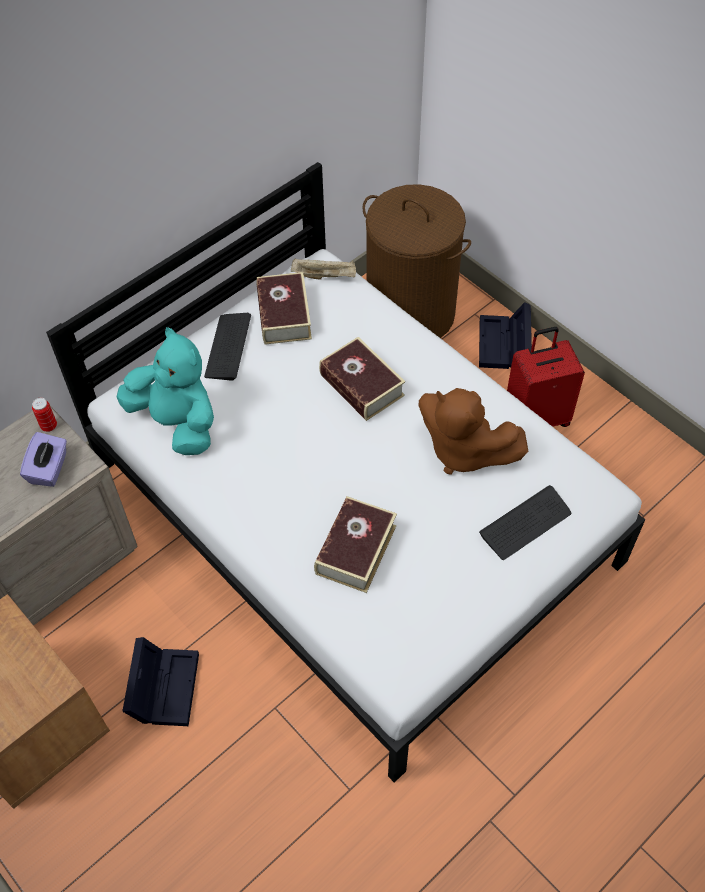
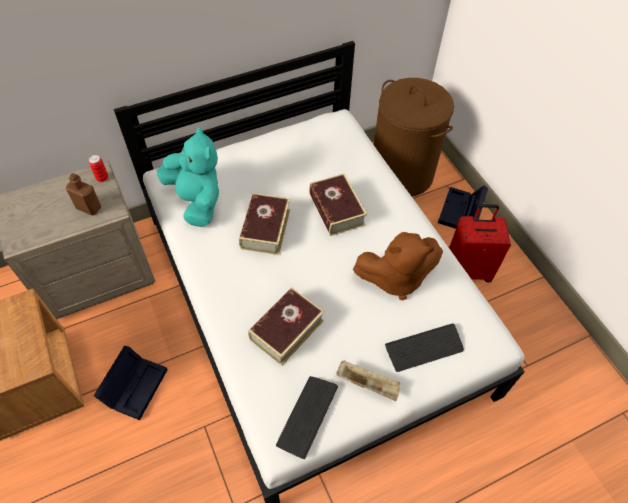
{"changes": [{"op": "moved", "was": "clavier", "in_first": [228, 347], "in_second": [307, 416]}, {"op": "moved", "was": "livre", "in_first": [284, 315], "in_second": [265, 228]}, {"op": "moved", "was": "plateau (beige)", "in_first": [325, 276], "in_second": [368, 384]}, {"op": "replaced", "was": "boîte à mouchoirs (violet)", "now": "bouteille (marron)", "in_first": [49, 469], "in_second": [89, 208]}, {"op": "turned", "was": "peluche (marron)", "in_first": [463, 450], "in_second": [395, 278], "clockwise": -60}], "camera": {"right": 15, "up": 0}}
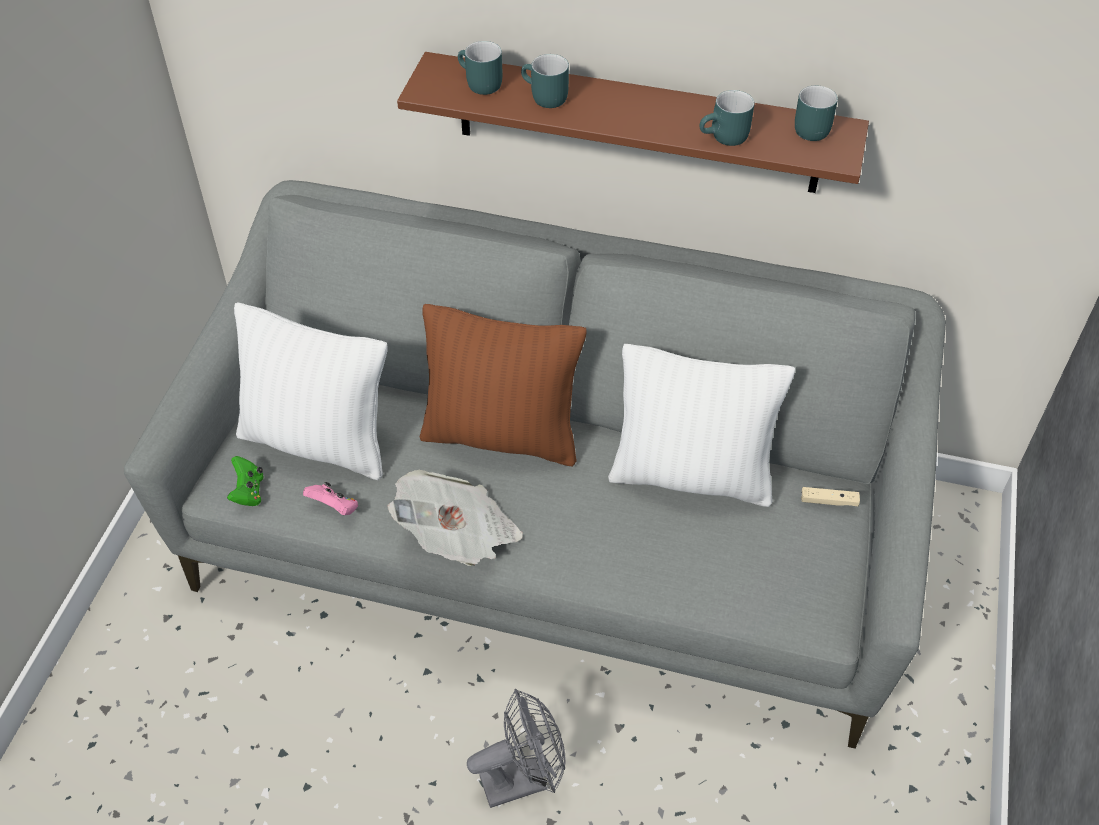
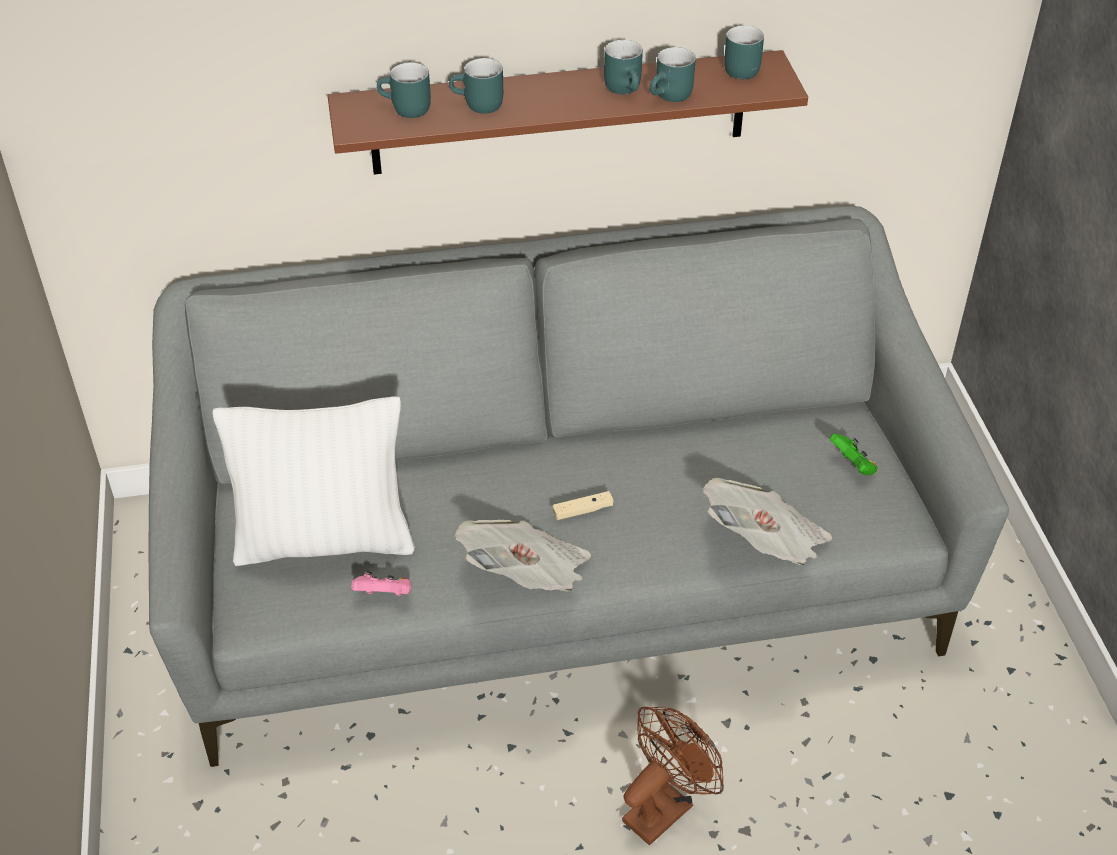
{"changes": [{"op": "removed", "was": "coussin (marron)", "in_first": [502, 436]}, {"op": "removed", "was": "coussin (blanc)", "in_first": [691, 476]}, {"op": "added", "now": "mug (turquoise)", "in_second": [627, 88]}, {"op": "added", "now": "journal", "in_second": [765, 544]}, {"op": "moved", "was": "manette (vert)", "in_first": [248, 492], "in_second": [853, 466]}, {"op": "moved", "was": "manette (beige)", "in_first": [829, 501], "in_second": [582, 511]}, {"op": "recoloured", "was": "ventilateur (gris)", "now": "ventilateur (marron)", "in_first": [523, 779], "in_second": [664, 806]}], "camera": {"right": -25, "up": -5}}
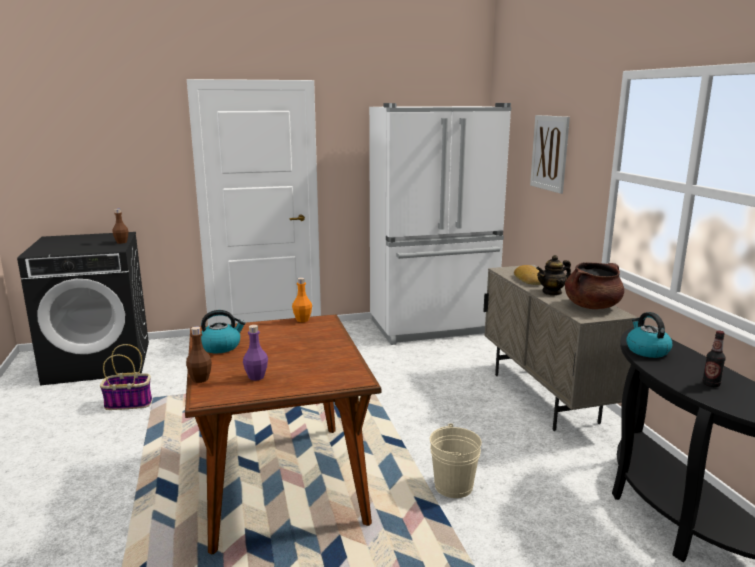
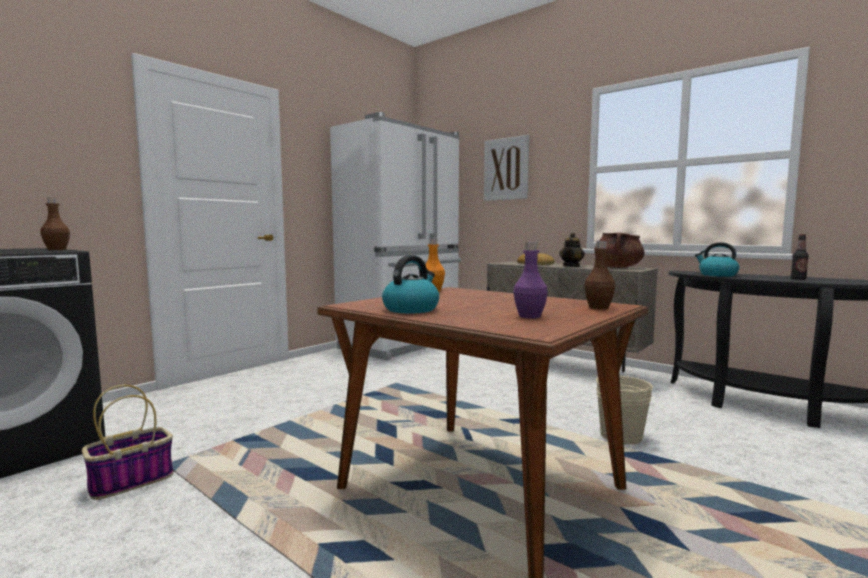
{"changes": [{"op": "moved", "was": "bouteille (marron)", "in_first": [200, 379], "in_second": [598, 307]}], "camera": {"right": -35, "up": -10}}
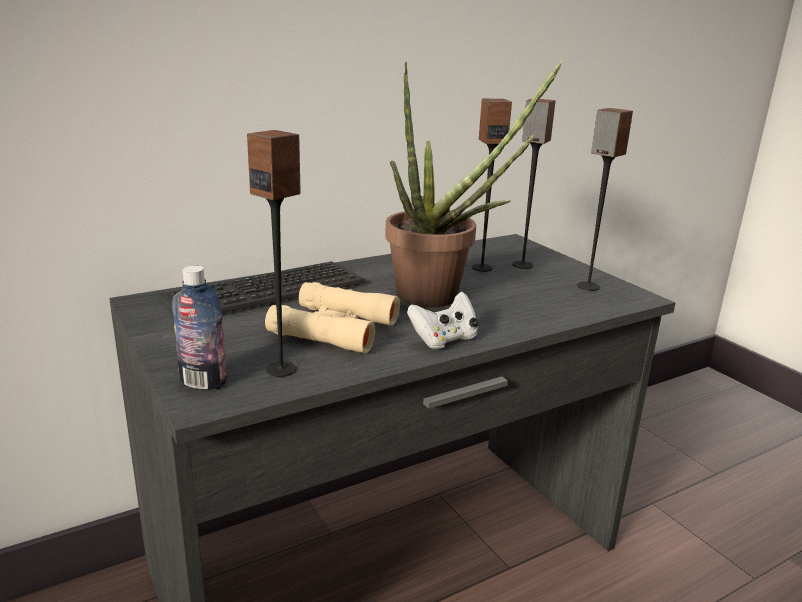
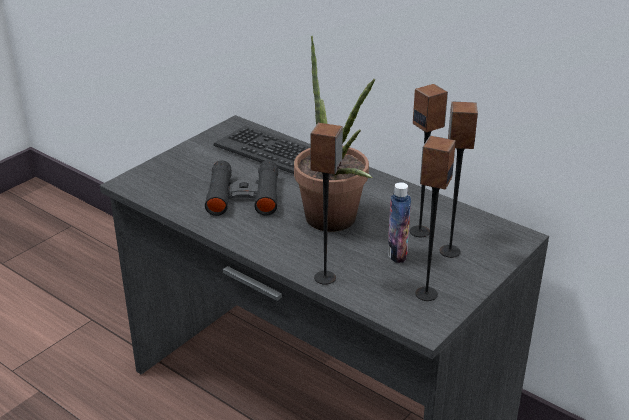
{"changes": [{"op": "removed", "was": "manette (blanc)", "in_first": [444, 340]}, {"op": "moved", "was": "bouteille", "in_first": [203, 382], "in_second": [397, 254]}, {"op": "moved", "was": "enceinte", "in_first": [281, 369], "in_second": [325, 278]}, {"op": "recoloured", "was": "jumelles (beige)", "now": "jumelles (noir)", "in_first": [334, 328], "in_second": [243, 195]}], "camera": {"right": 70, "up": 10}}
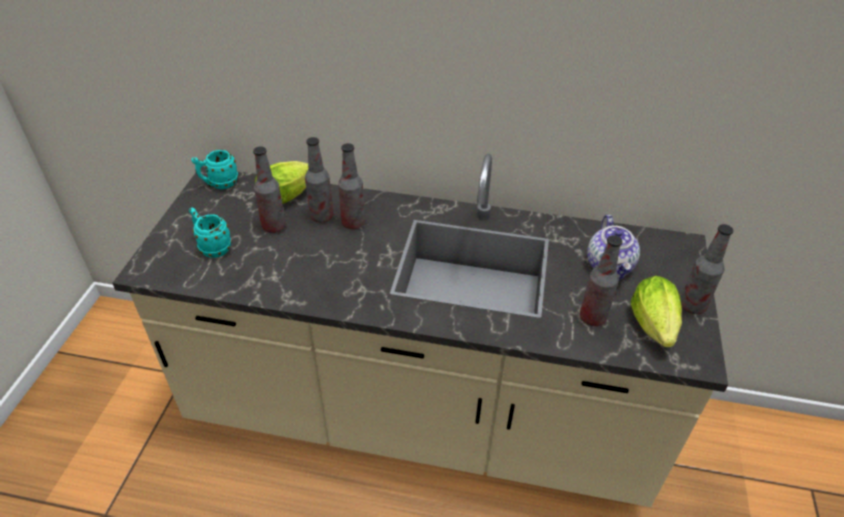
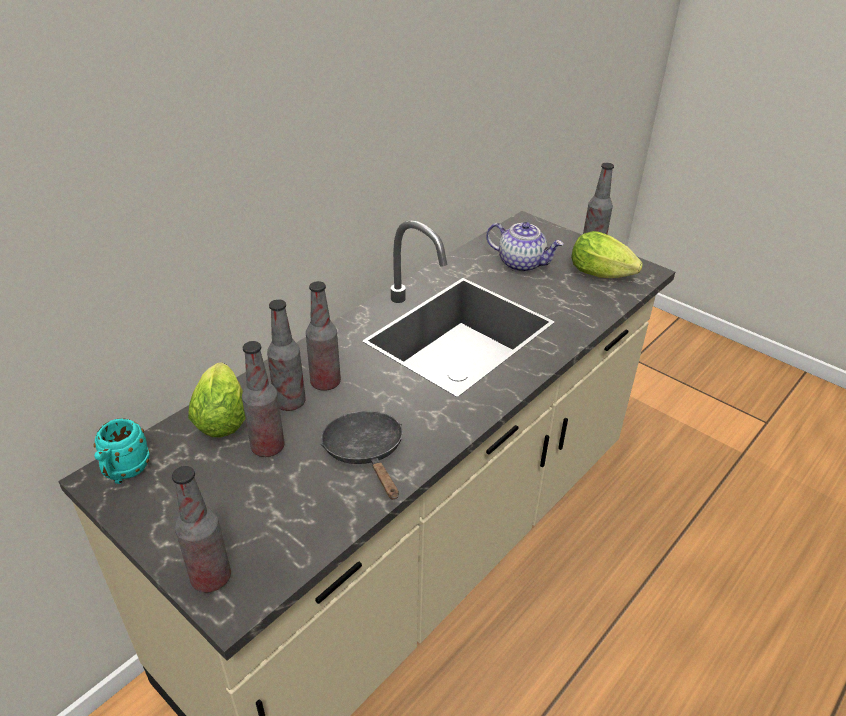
{"changes": [{"op": "removed", "was": "mug (turquoise)", "in_first": [212, 247]}, {"op": "added", "now": "poêle (noir)", "in_second": [366, 453]}, {"op": "moved", "was": "bouteille", "in_first": [592, 317], "in_second": [211, 577]}], "camera": {"right": -60, "up": -5}}
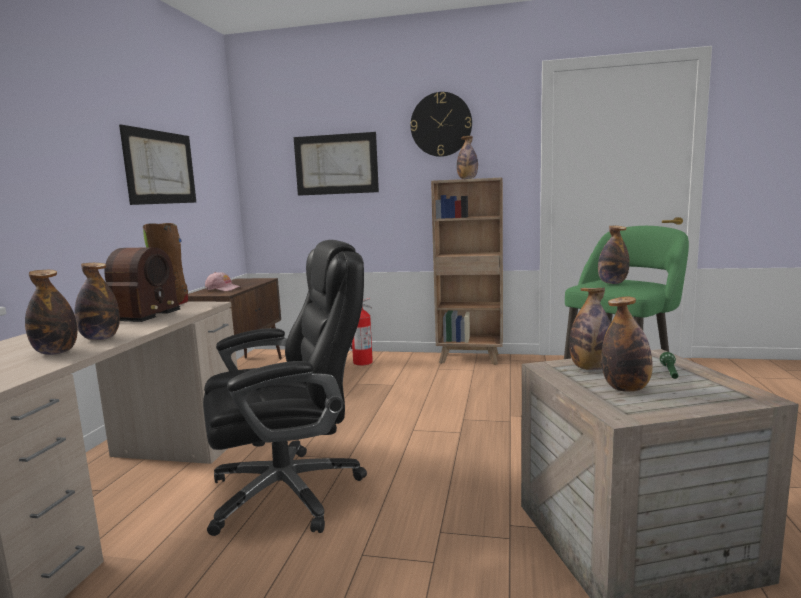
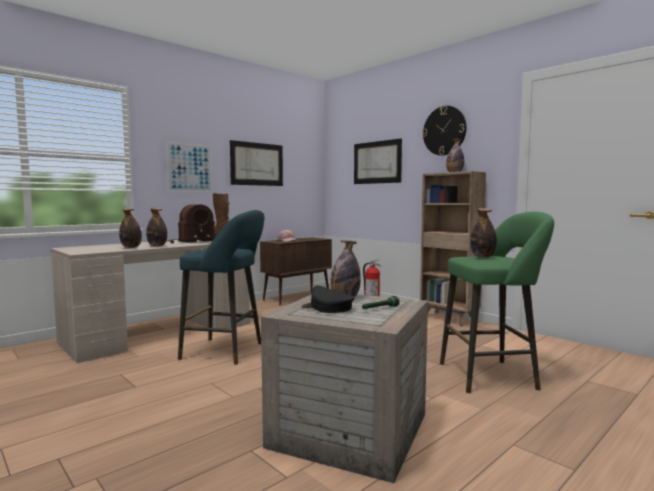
{"changes": [{"op": "added", "now": "tableau", "in_second": [190, 167]}, {"op": "replaced", "was": "chaise de bureau (noir)", "now": "tabouret (turquoise)", "in_first": [290, 491], "in_second": [226, 351]}, {"op": "replaced", "was": "bouteille", "now": "casquette (noir)", "in_first": [626, 388], "in_second": [327, 308]}], "camera": {"right": 35, "up": -5}}
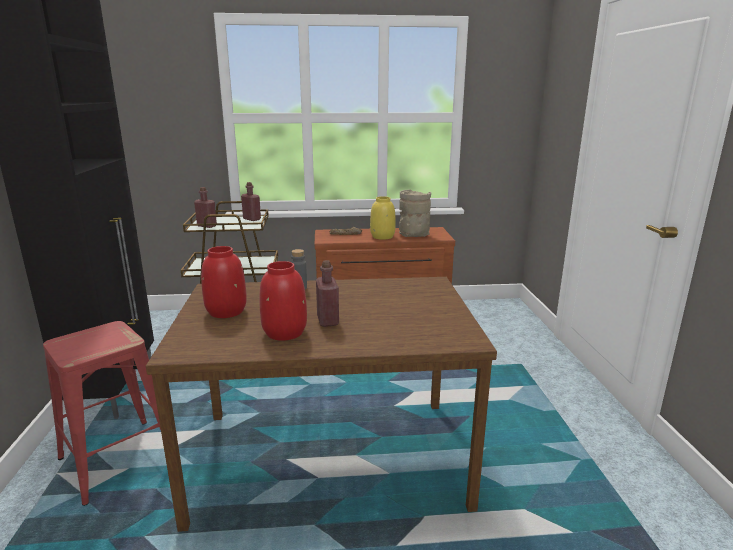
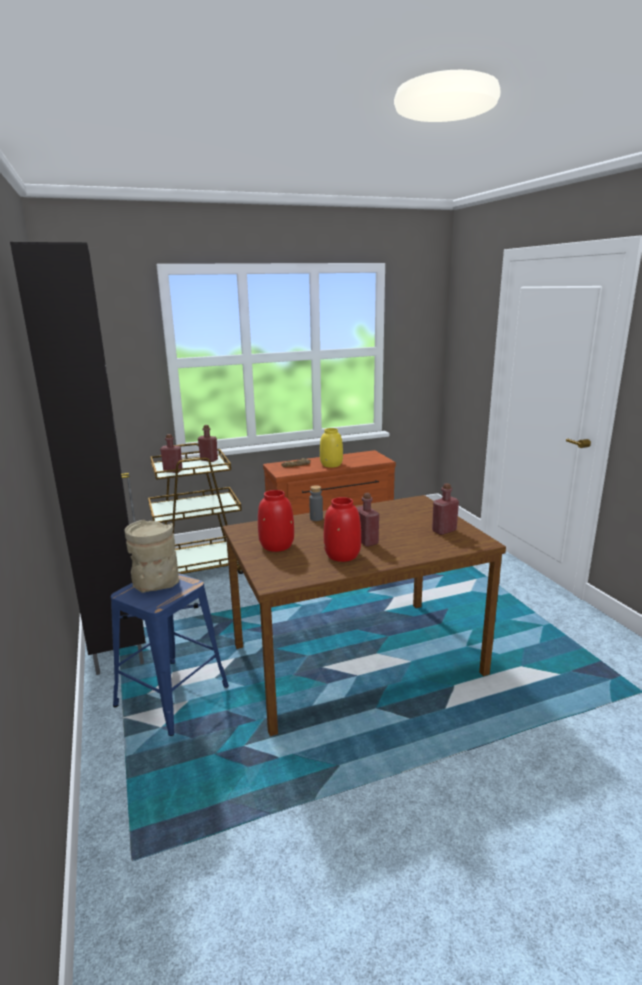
{"changes": [{"op": "added", "now": "bouteille (rouge)", "in_second": [444, 531]}, {"op": "moved", "was": "vase (beige)", "in_first": [413, 235], "in_second": [155, 586]}, {"op": "recoloured", "was": "tabouret (rouge)", "now": "tabouret (bleu)", "in_first": [117, 459], "in_second": [171, 695]}], "camera": {"right": -15, "up": 0}}
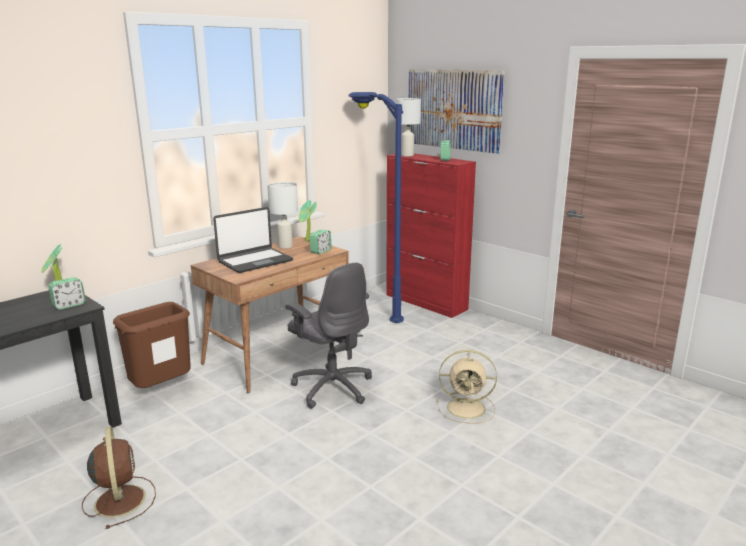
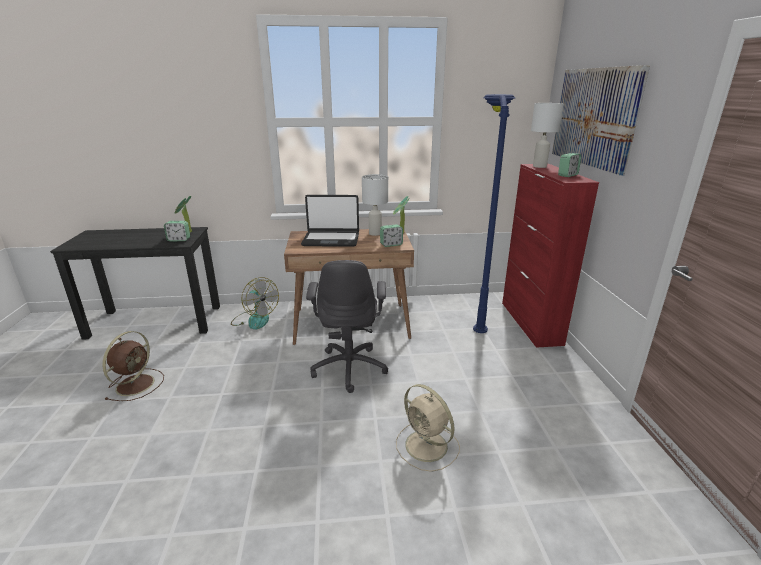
{"changes": [{"op": "replaced", "was": "poubelle (marron)", "now": "ventilateur", "in_first": [162, 389], "in_second": [255, 319]}], "camera": {"right": 40, "up": 5}}
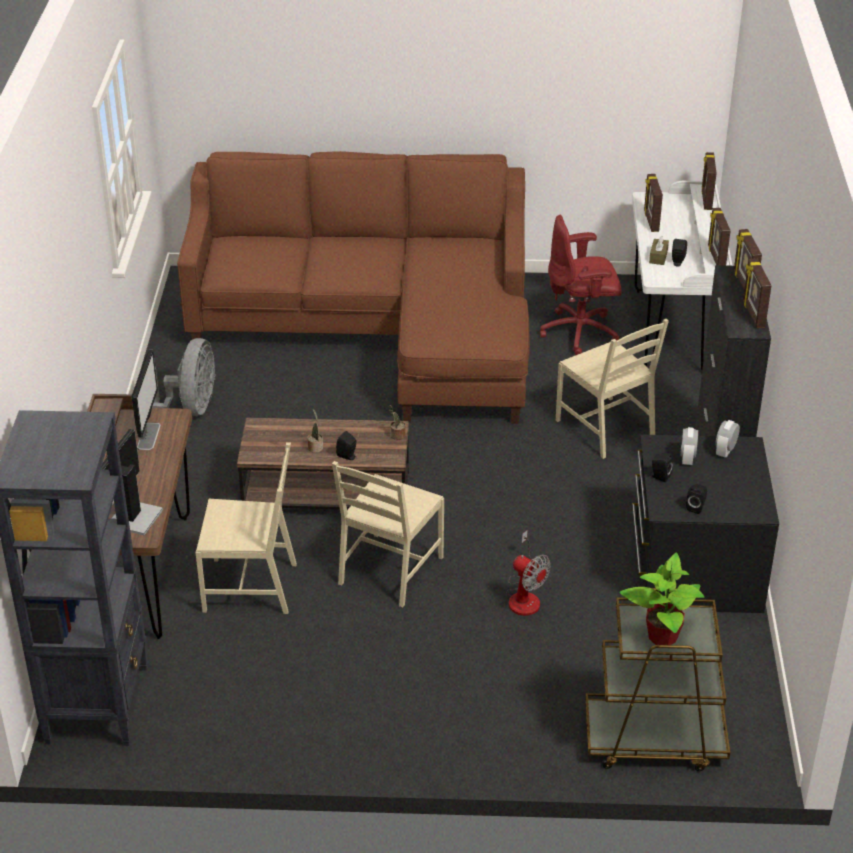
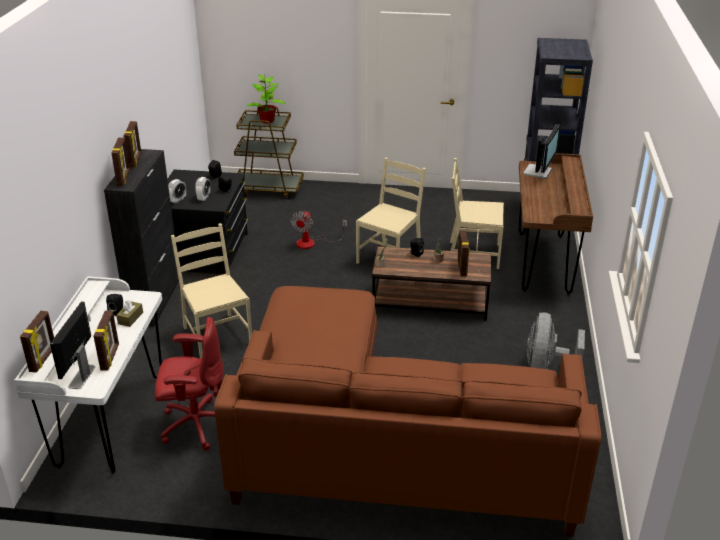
{"changes": [{"op": "moved", "was": "écran d'ordinateur", "in_first": [149, 436], "in_second": [81, 376]}, {"op": "moved", "was": "cadre photo", "in_first": [716, 257], "in_second": [462, 267]}, {"op": "turned", "was": "ventilateur", "in_first": [524, 596], "in_second": [312, 243], "clockwise": -120}], "camera": {"right": -175, "up": -5}}
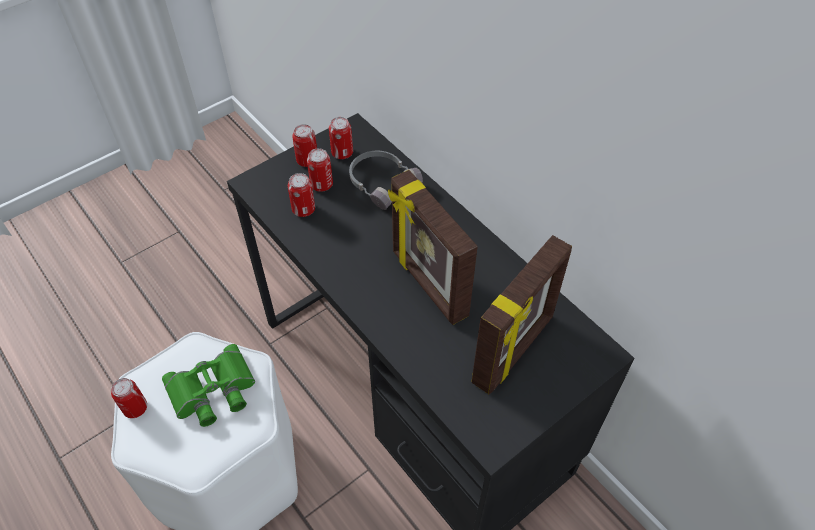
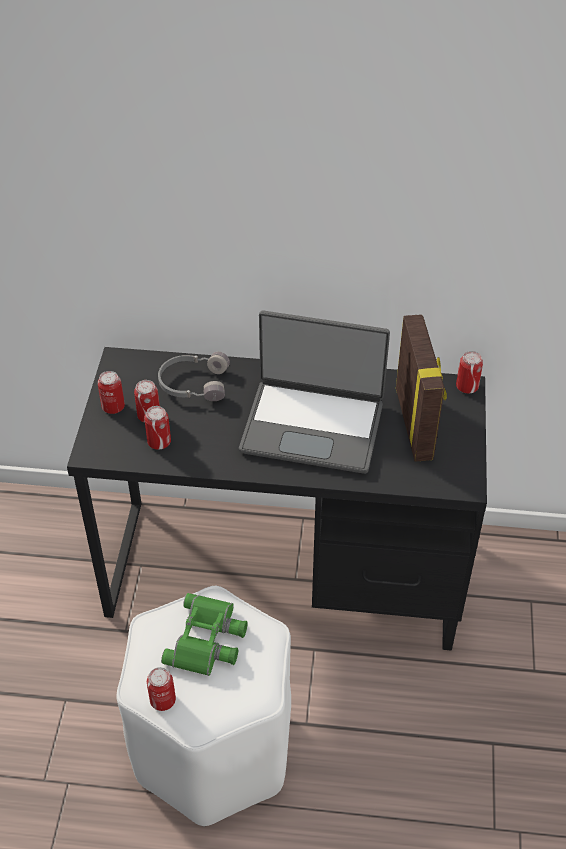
{"changes": [{"op": "moved", "was": "boîte métallique", "in_first": [342, 153], "in_second": [467, 387]}, {"op": "replaced", "was": "cadre photo", "now": "ordinateur portable", "in_first": [428, 284], "in_second": [313, 426]}], "camera": {"right": -45, "up": -5}}
